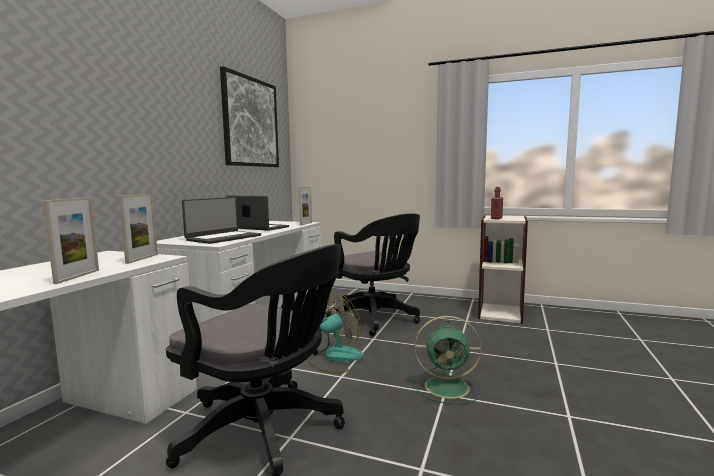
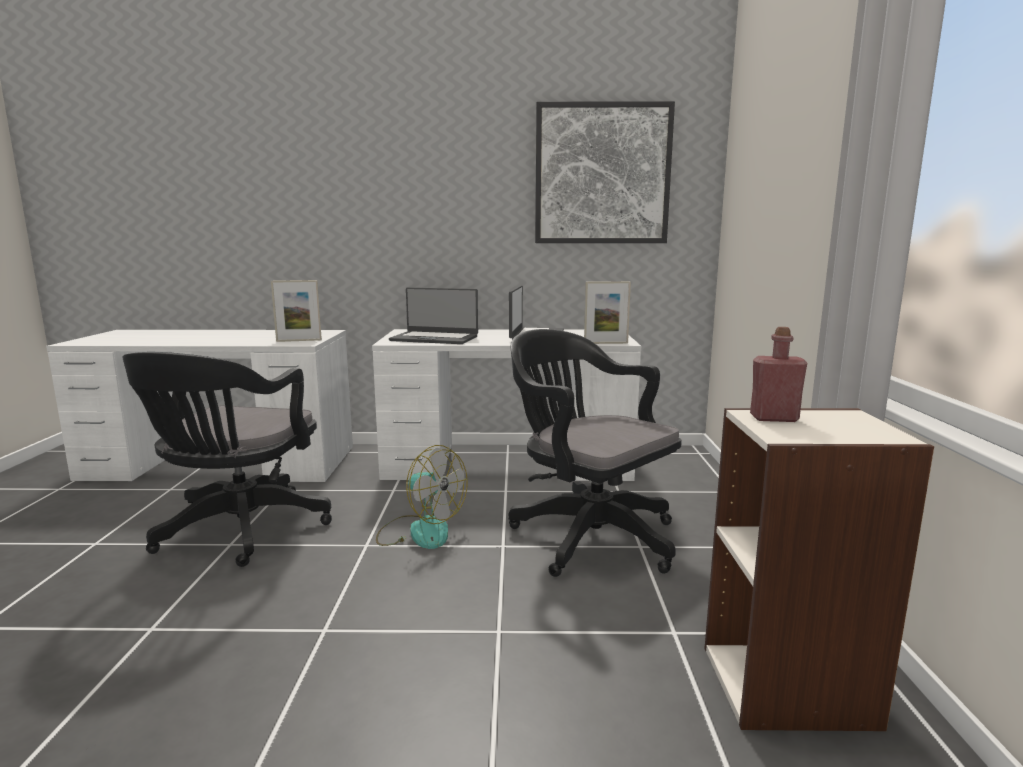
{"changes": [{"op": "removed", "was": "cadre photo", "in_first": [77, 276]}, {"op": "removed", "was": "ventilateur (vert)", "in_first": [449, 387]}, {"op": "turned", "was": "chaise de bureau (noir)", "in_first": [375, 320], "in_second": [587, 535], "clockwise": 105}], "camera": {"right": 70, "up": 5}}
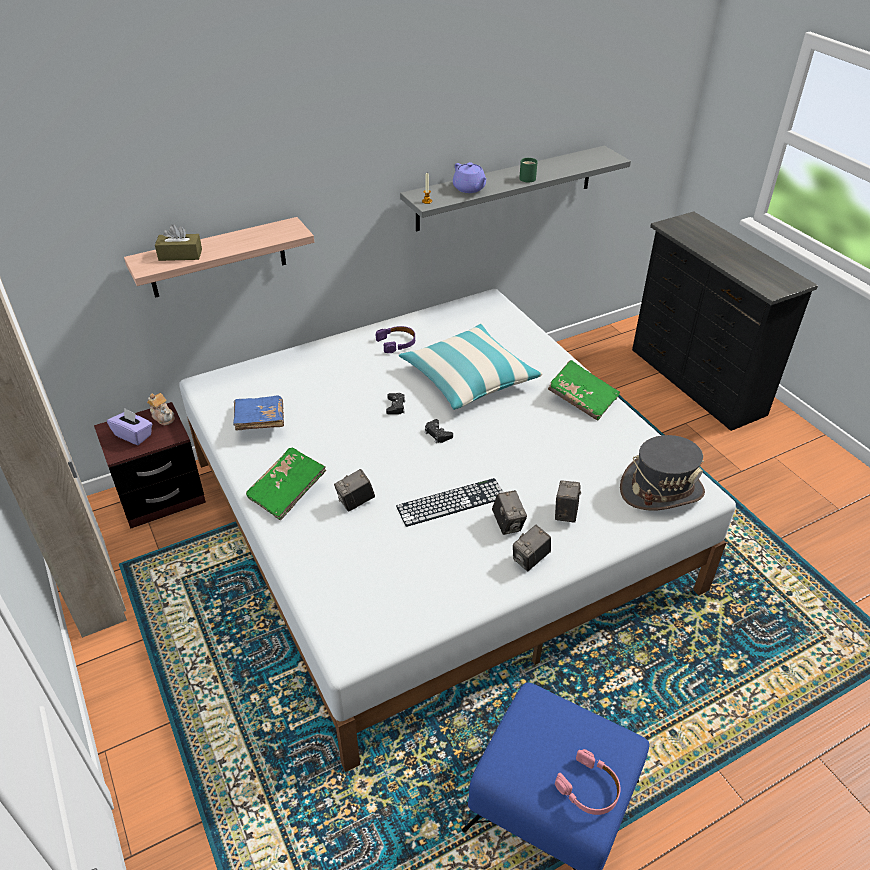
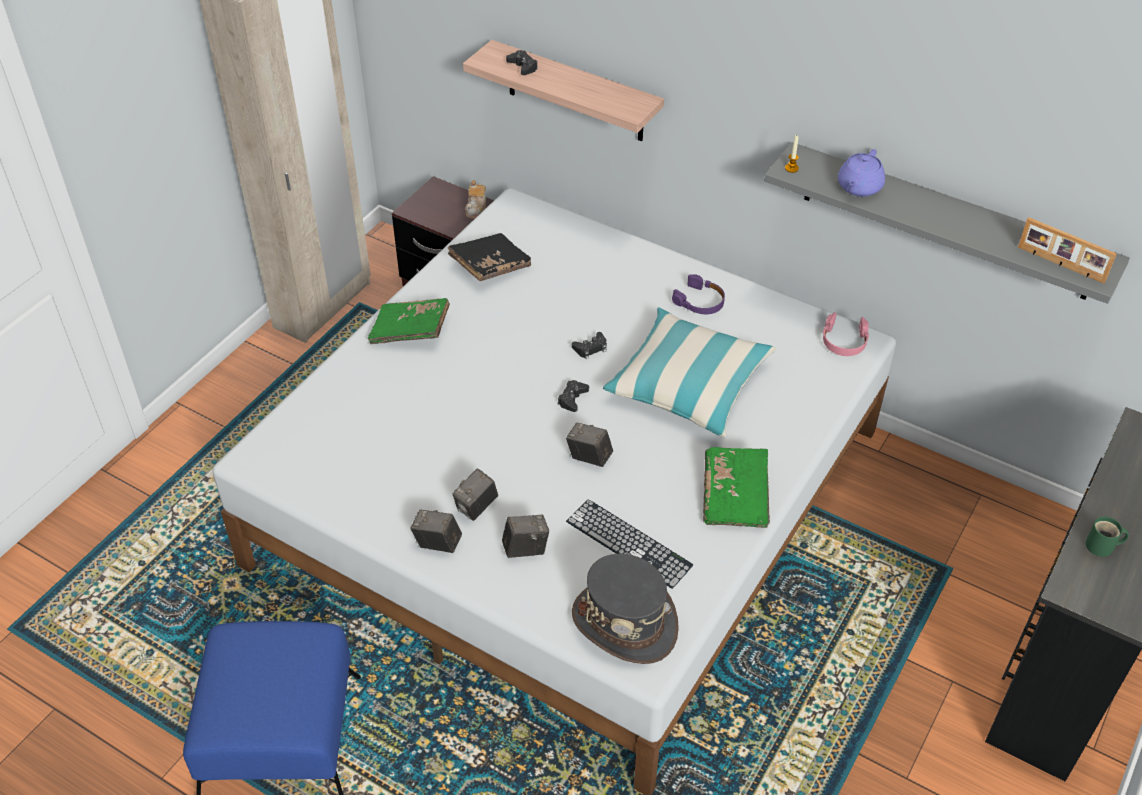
{"changes": [{"op": "removed", "was": "boîte à mouchoirs (violet)", "in_first": [134, 435]}, {"op": "added", "now": "cadre photo", "in_second": [1060, 265]}, {"op": "moved", "was": "appareil photo", "in_first": [355, 502], "in_second": [589, 457]}, {"op": "moved", "was": "clavier", "in_first": [451, 502], "in_second": [629, 543]}, {"op": "moved", "was": "mug (vert)", "in_first": [529, 178], "in_second": [1102, 546]}, {"op": "moved", "was": "casque audio (rose)", "in_first": [589, 788], "in_second": [844, 341]}, {"op": "replaced", "was": "boîte à mouchoirs (marron)", "now": "manette (noir)", "in_first": [180, 255], "in_second": [523, 66]}, {"op": "recoloured", "was": "livre (bleu)", "now": "livre (noir)", "in_first": [260, 422], "in_second": [490, 266]}], "camera": {"right": 60, "up": 5}}
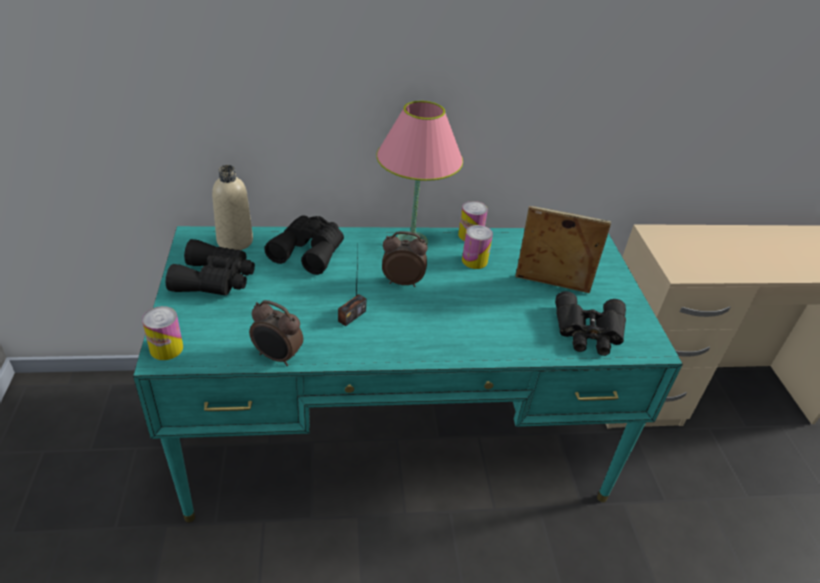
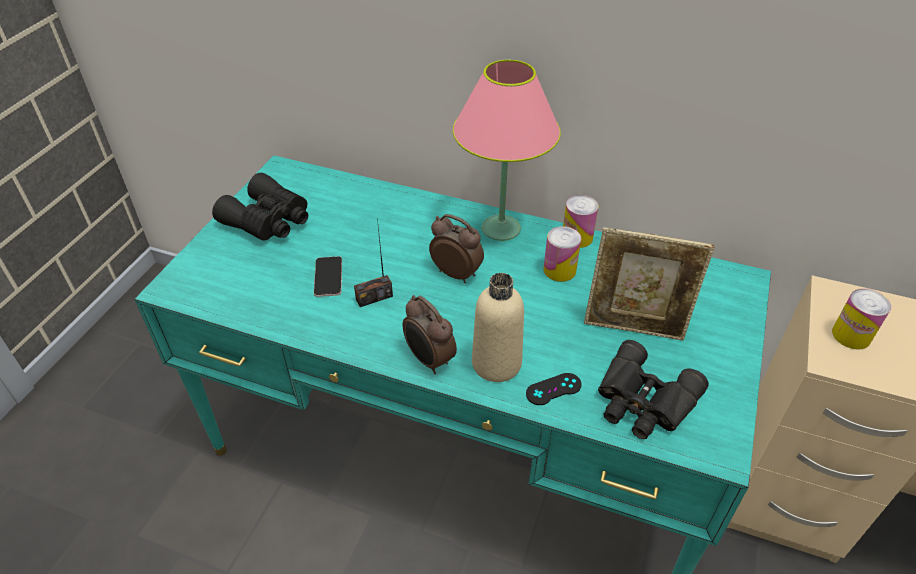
{"changes": [{"op": "removed", "was": "jumelles (noir)", "in_first": [309, 251]}, {"op": "added", "now": "téléphone", "in_second": [328, 277]}, {"op": "added", "now": "manette (noir)", "in_second": [553, 389]}, {"op": "moved", "was": "boîte métallique", "in_first": [166, 348], "in_second": [851, 335]}, {"op": "moved", "was": "bouteille (beige)", "in_first": [235, 241], "in_second": [496, 363]}, {"op": "moved", "was": "réveil", "in_first": [277, 357], "in_second": [429, 360]}, {"op": "turned", "was": "cadre photo", "in_first": [550, 286], "in_second": [634, 328], "clockwise": 150}], "camera": {"right": 30, "up": 5}}
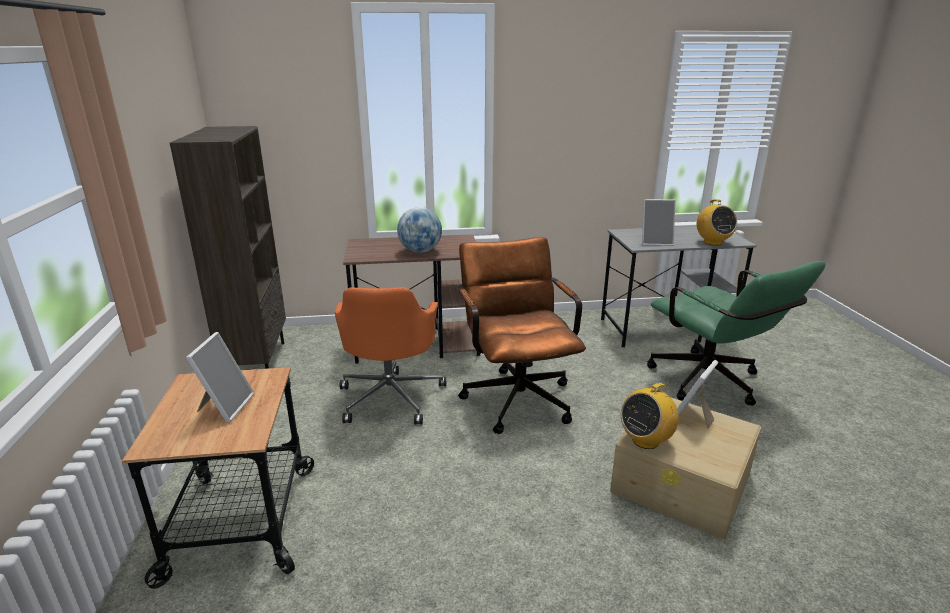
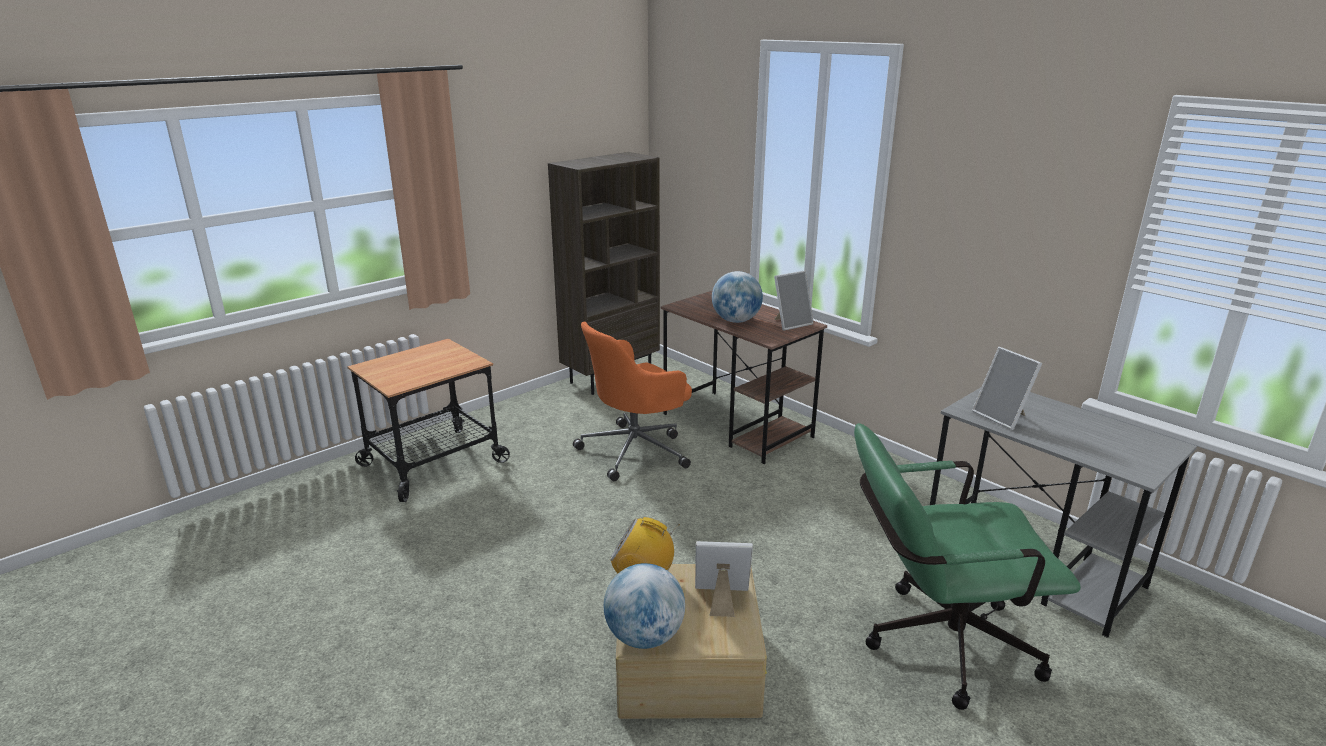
{"changes": [{"op": "removed", "was": "chaise de bureau (marron)", "in_first": [516, 395]}, {"op": "removed", "was": "radio", "in_first": [712, 242]}, {"op": "added", "now": "globe", "in_second": [644, 637]}, {"op": "moved", "was": "cadre photo", "in_first": [225, 407], "in_second": [791, 323]}, {"op": "turned", "was": "chaise de bureau (vert)", "in_first": [712, 384], "in_second": [935, 643], "clockwise": 60}], "camera": {"right": 55, "up": 0}}
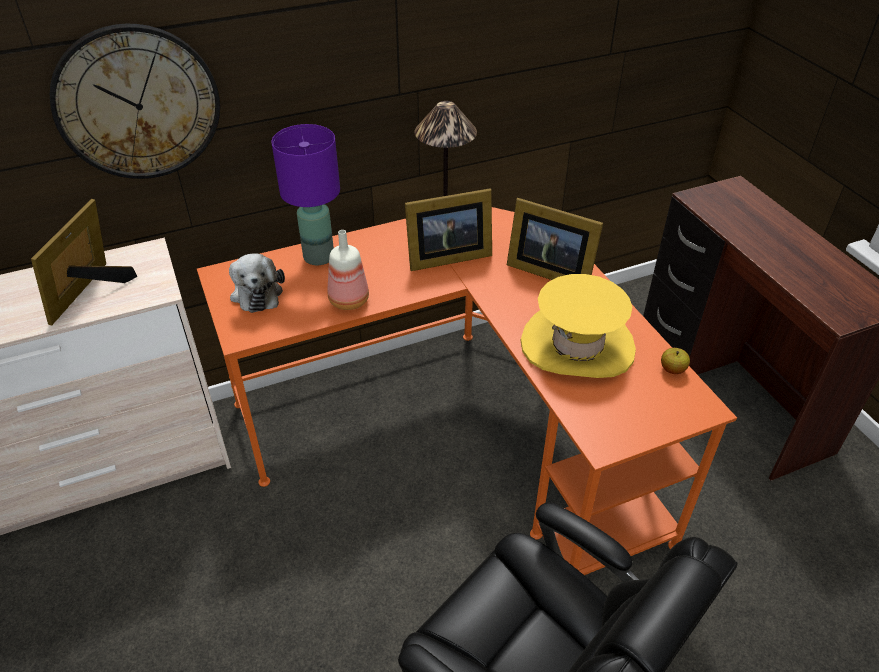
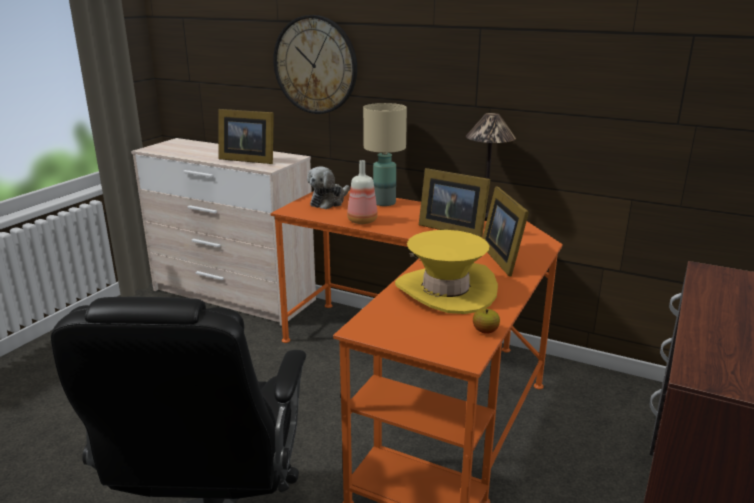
{"changes": [{"op": "recoloured", "was": "lampe de table (violet)", "now": "lampe de table (beige)", "in_first": [318, 256], "in_second": [384, 202]}, {"op": "turned", "was": "cadre photo", "in_first": [92, 292], "in_second": [247, 159], "clockwise": -135}], "camera": {"right": 50, "up": -20}}
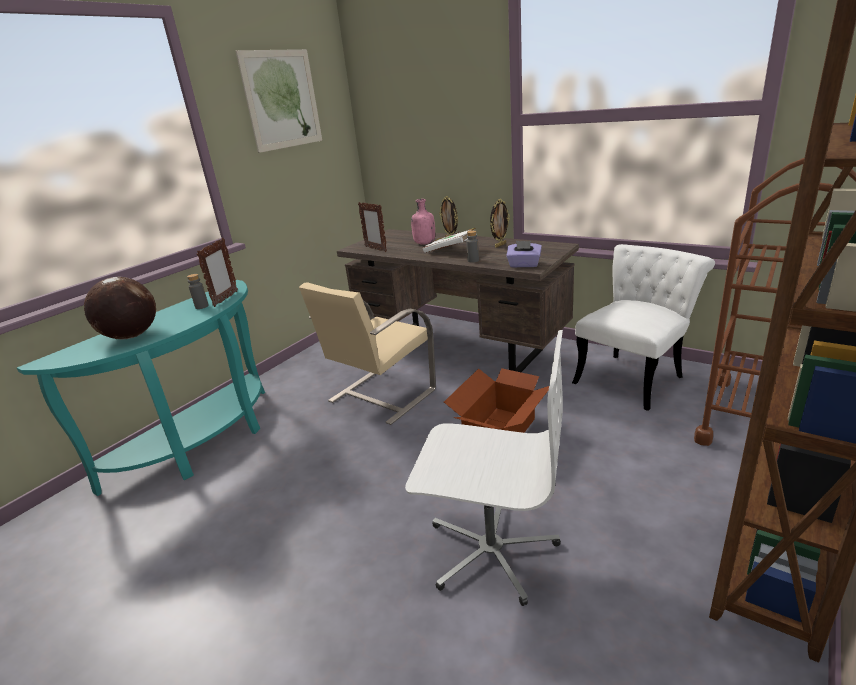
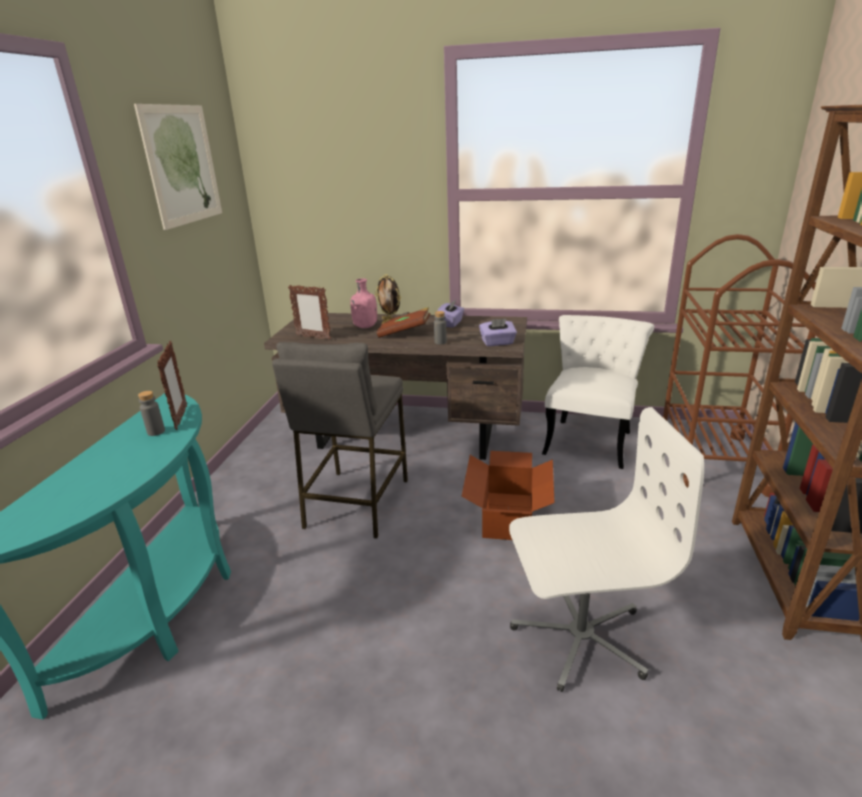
{"changes": [{"op": "removed", "was": "globe", "in_first": [131, 336]}, {"op": "replaced", "was": "chaise (beige)", "now": "tabouret (gris)", "in_first": [380, 396], "in_second": [355, 503]}, {"op": "replaced", "was": "cadre photo", "now": "boîte à mouchoirs (violet)", "in_first": [500, 245], "in_second": [451, 323]}, {"op": "recoloured", "was": "livre (blanc)", "now": "livre (marron)", "in_first": [450, 250], "in_second": [404, 333]}], "camera": {"right": -25, "up": 0}}
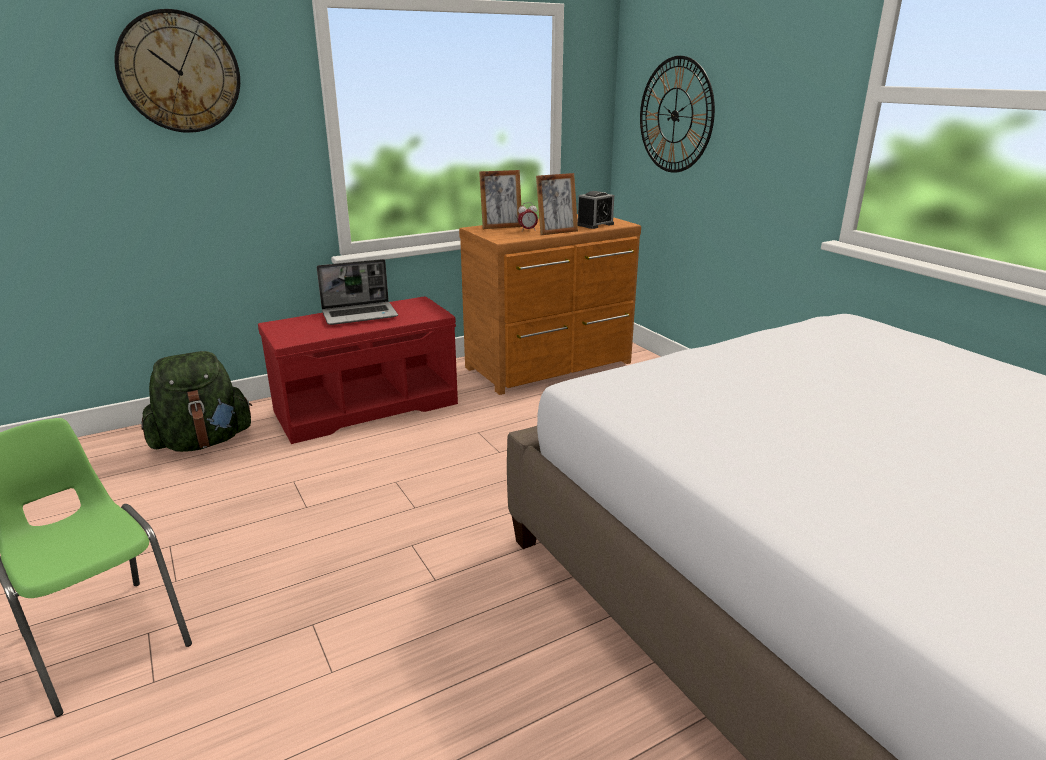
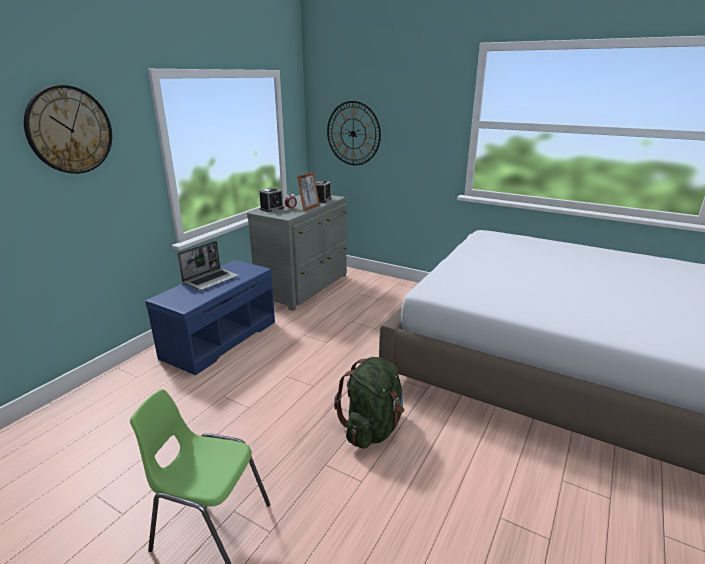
{"changes": [{"op": "moved", "was": "sac à dos (vert)", "in_first": [203, 442], "in_second": [372, 428]}, {"op": "replaced", "was": "cadre photo", "now": "réveil", "in_first": [501, 227], "in_second": [272, 208]}, {"op": "recoloured", "was": "banc (rouge)", "now": "banc (bleu)", "in_first": [367, 406], "in_second": [220, 338]}, {"op": "recoloured", "was": "commode (marron)", "now": "commode (gris)", "in_first": [552, 366], "in_second": [306, 287]}], "camera": {"right": -30, "up": 0}}
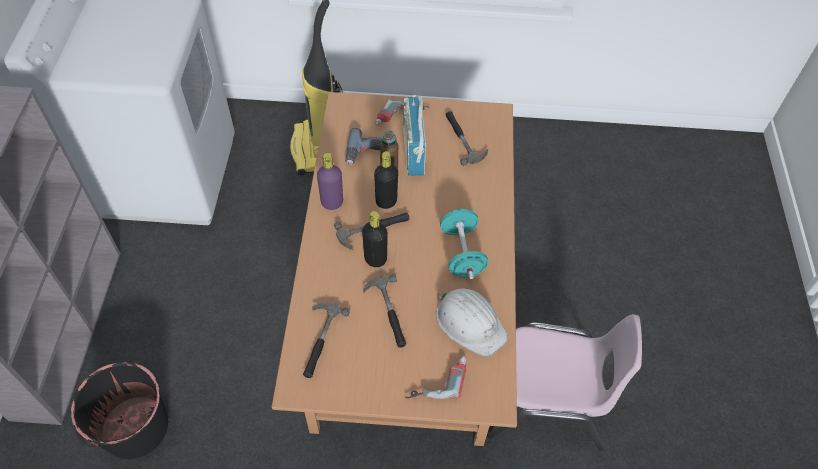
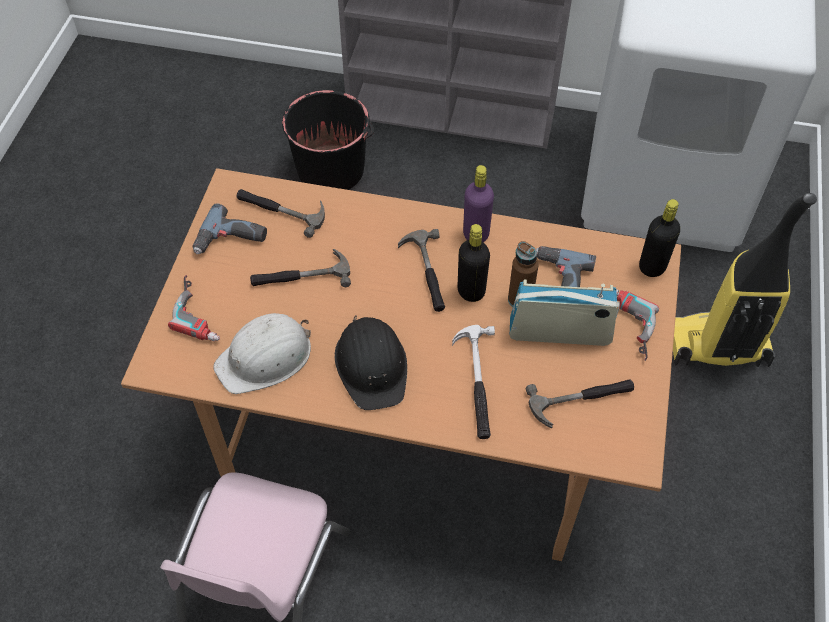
{"changes": [{"op": "added", "now": "perceuse", "in_second": [231, 241]}, {"op": "added", "now": "marteau", "in_second": [477, 383]}, {"op": "moved", "was": "bouteille (noir)", "in_first": [375, 259], "in_second": [652, 267]}, {"op": "replaced", "was": "haltère (turquoise)", "now": "casque de chantier (noir)", "in_first": [462, 253], "in_second": [372, 365]}], "camera": {"right": 100, "up": 0}}
